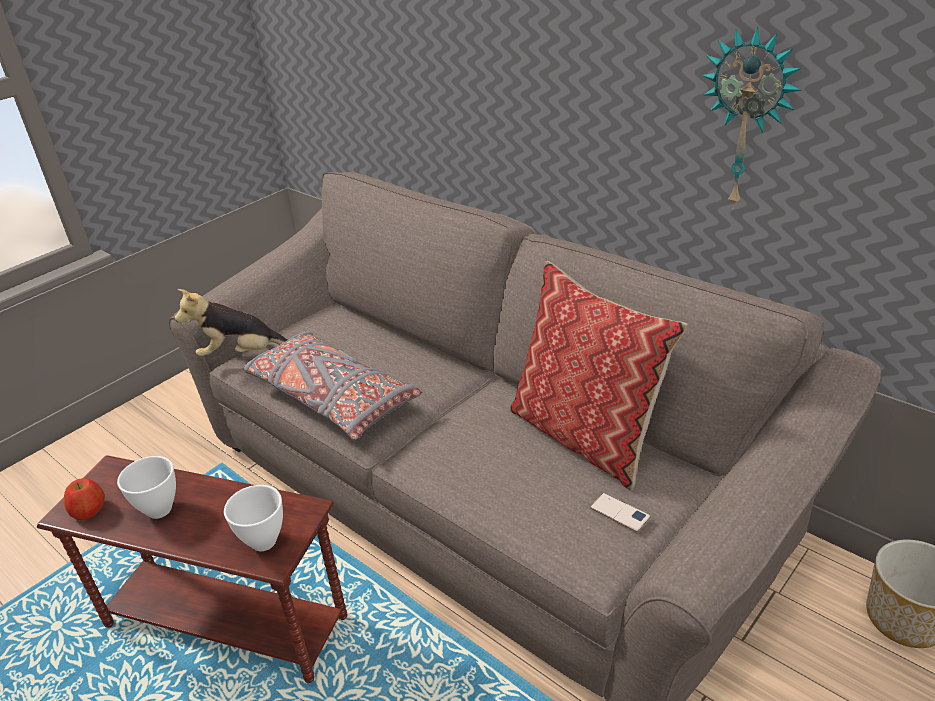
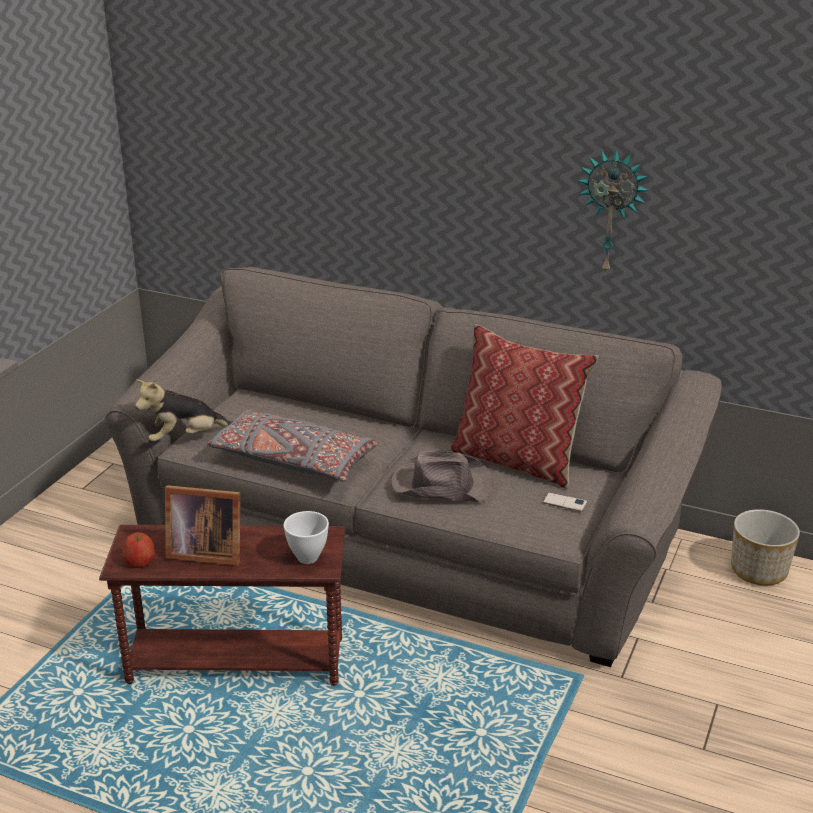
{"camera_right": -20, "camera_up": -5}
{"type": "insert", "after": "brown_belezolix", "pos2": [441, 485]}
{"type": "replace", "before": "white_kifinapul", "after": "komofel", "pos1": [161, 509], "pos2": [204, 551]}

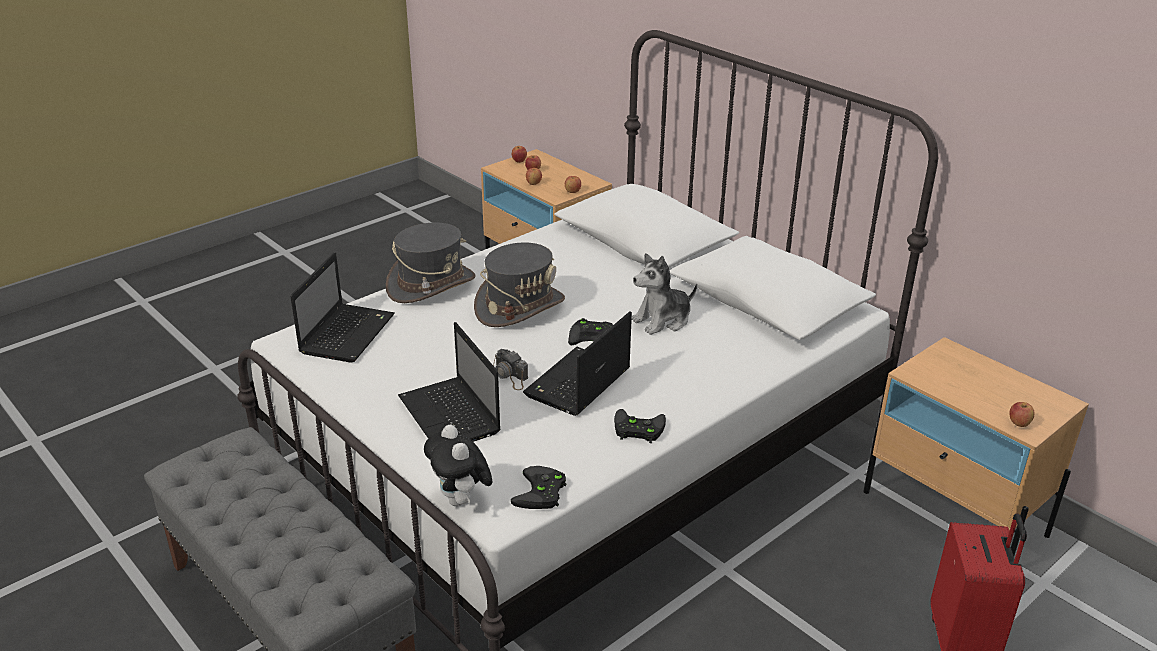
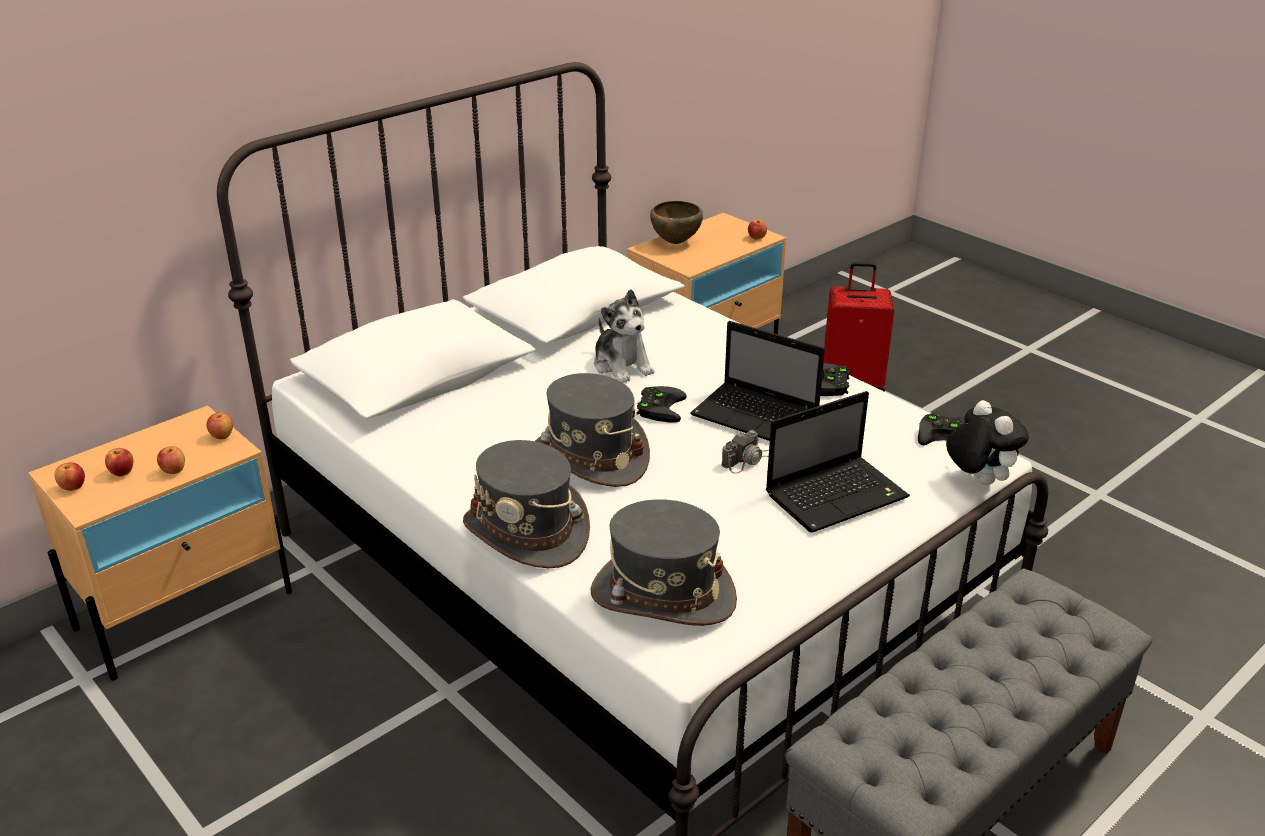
{"camera_right": -90, "camera_up": 0}
{"type": "insert", "after": "brown_kifinapul", "pos2": [675, 242]}
{"type": "replace", "before": "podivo", "after": "grey_belezolix", "pos1": [347, 333], "pos2": [662, 596]}
{"type": "rotate", "before": "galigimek", "pos1": [461, 501], "pos2": [978, 480], "turn": -90}

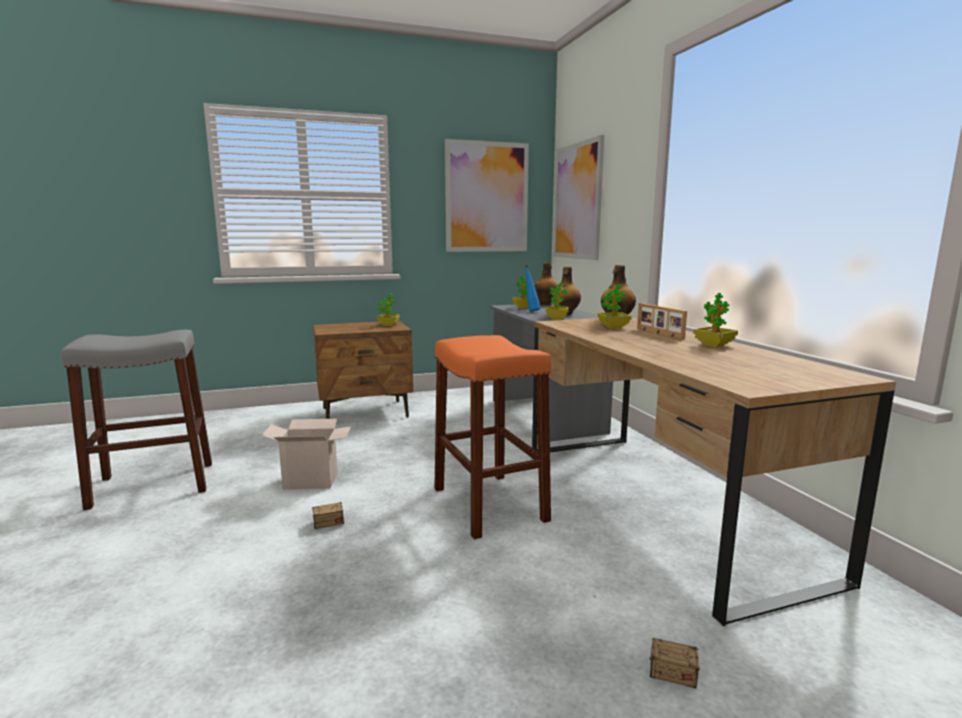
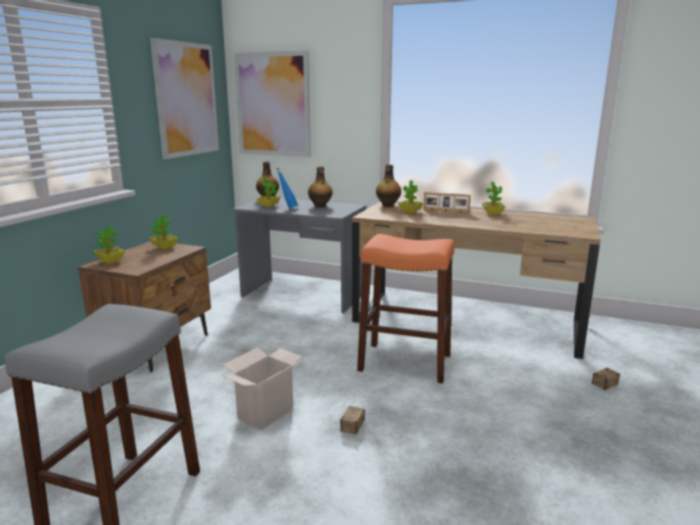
{"camera_right": -50, "camera_up": 5}
{"type": "move", "before": "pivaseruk", "pos1": [556, 318], "pos2": [110, 261]}

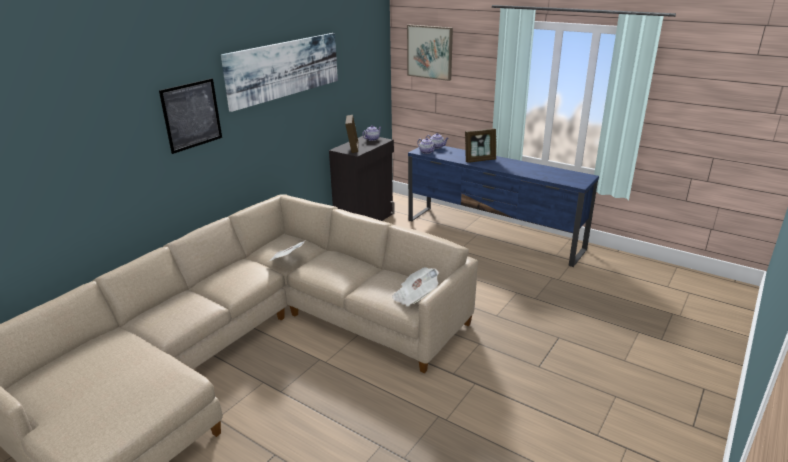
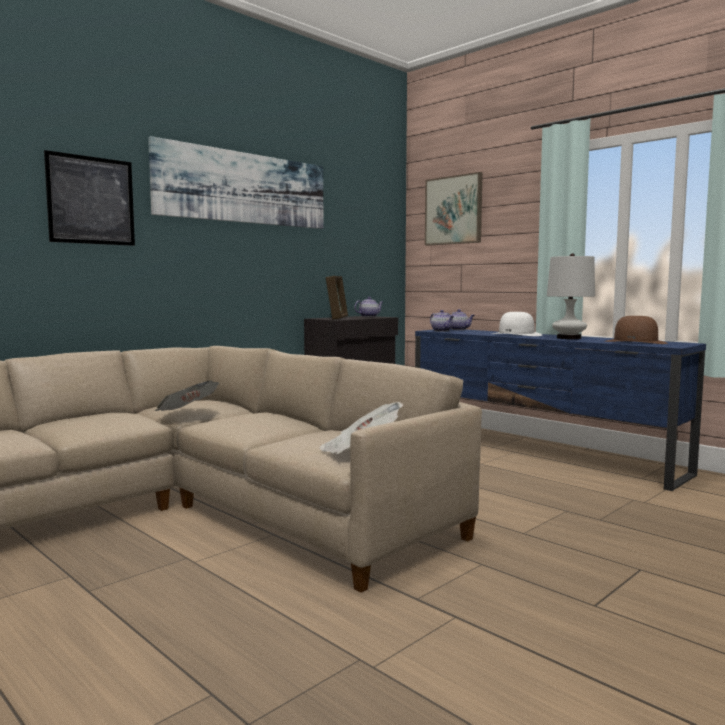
{"camera_right": 10, "camera_up": -20}
{"type": "insert", "after": "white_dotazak", "pos2": [569, 338]}
{"type": "insert", "after": "brown_belezolix", "pos2": [636, 342]}
{"type": "replace", "before": "komofel", "after": "white_belezolix", "pos1": [480, 160], "pos2": [516, 334]}

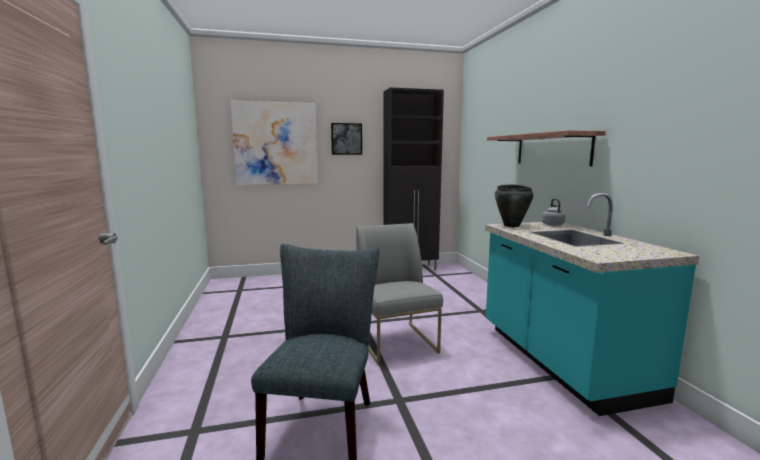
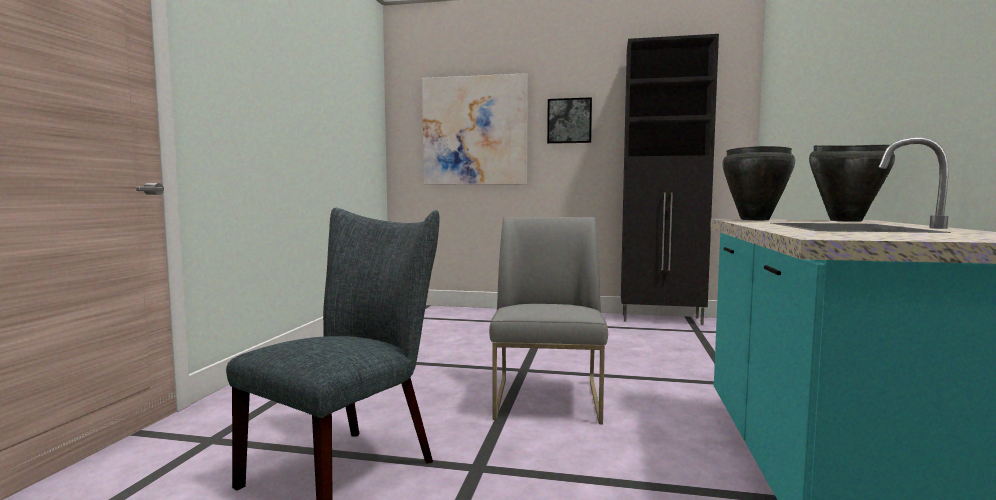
{"camera_right": 25, "camera_up": -5}
{"type": "delete", "before": "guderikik", "pos1": [552, 149]}
{"type": "replace", "before": "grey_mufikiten", "after": "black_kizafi", "pos1": [552, 224], "pos2": [845, 220]}

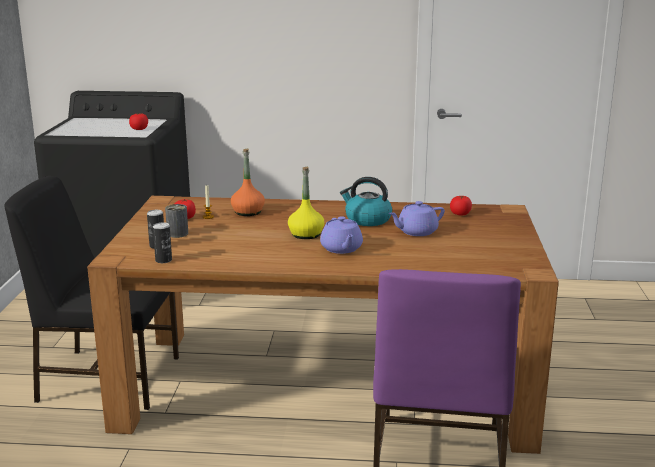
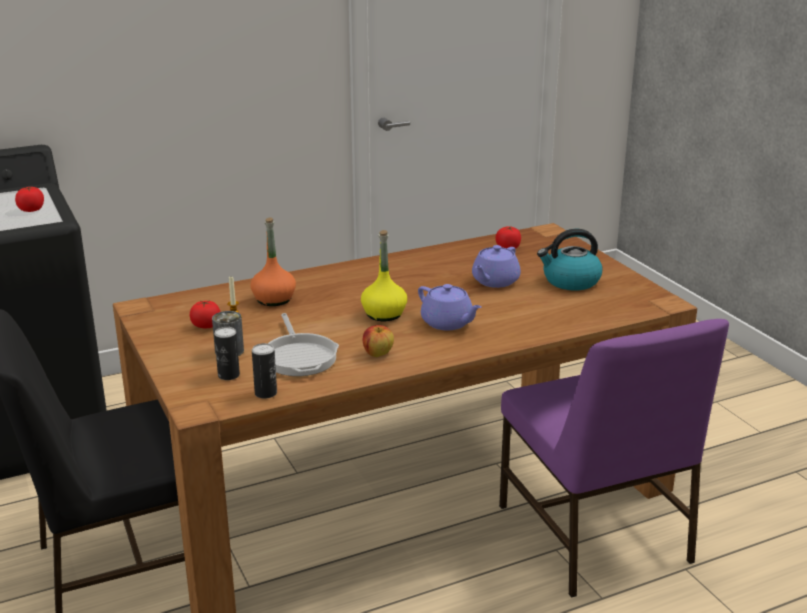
{"camera_right": -30, "camera_up": 5}
{"type": "insert", "after": "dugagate", "pos2": [299, 356]}
{"type": "insert", "after": "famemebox", "pos2": [378, 354]}
{"type": "move", "before": "mufikiten", "pos1": [367, 220], "pos2": [570, 281]}

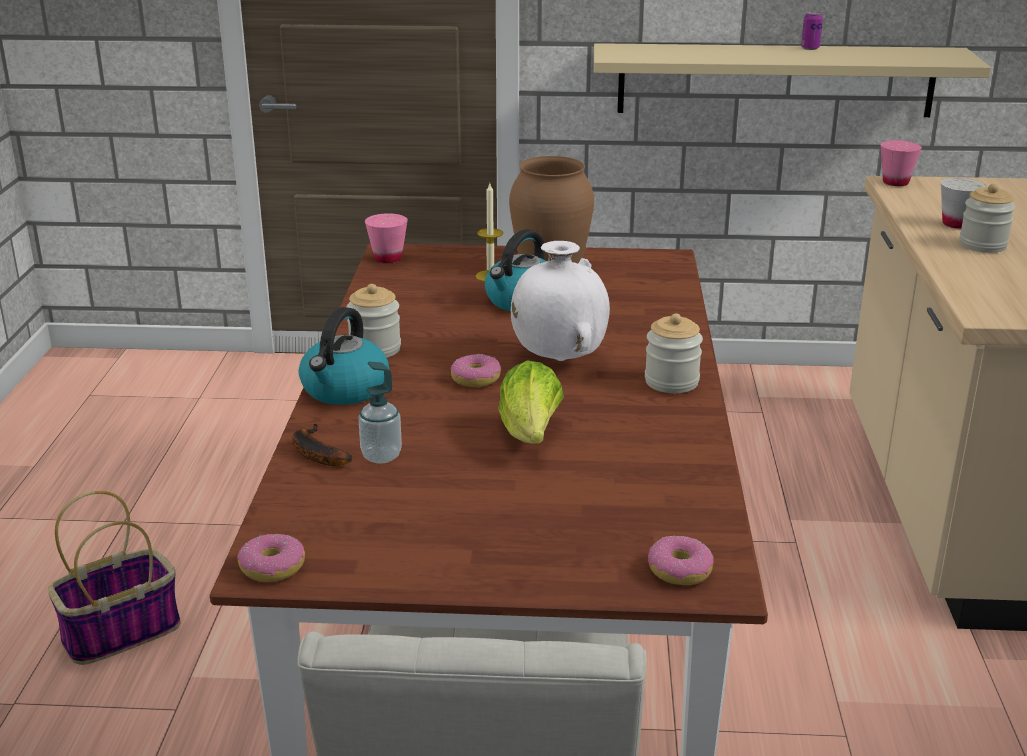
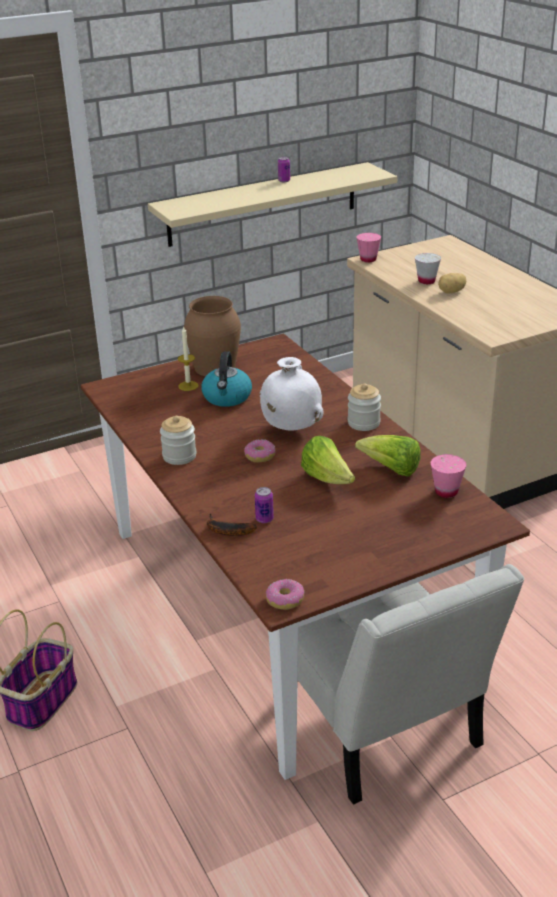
{"camera_right": -30, "camera_up": 5}
{"type": "delete", "before": "mufikiten", "pos1": [344, 390]}
{"type": "delete", "before": "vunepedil", "pos1": [679, 570]}
{"type": "insert", "after": "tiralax", "pos2": [391, 469]}
{"type": "move", "before": "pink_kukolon", "pos1": [388, 259], "pos2": [446, 492]}
{"type": "replace", "before": "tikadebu", "after": "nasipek", "pos1": [381, 456], "pos2": [264, 519]}
{"type": "replace", "before": "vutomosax", "after": "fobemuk", "pos1": [982, 245], "pos2": [452, 292]}

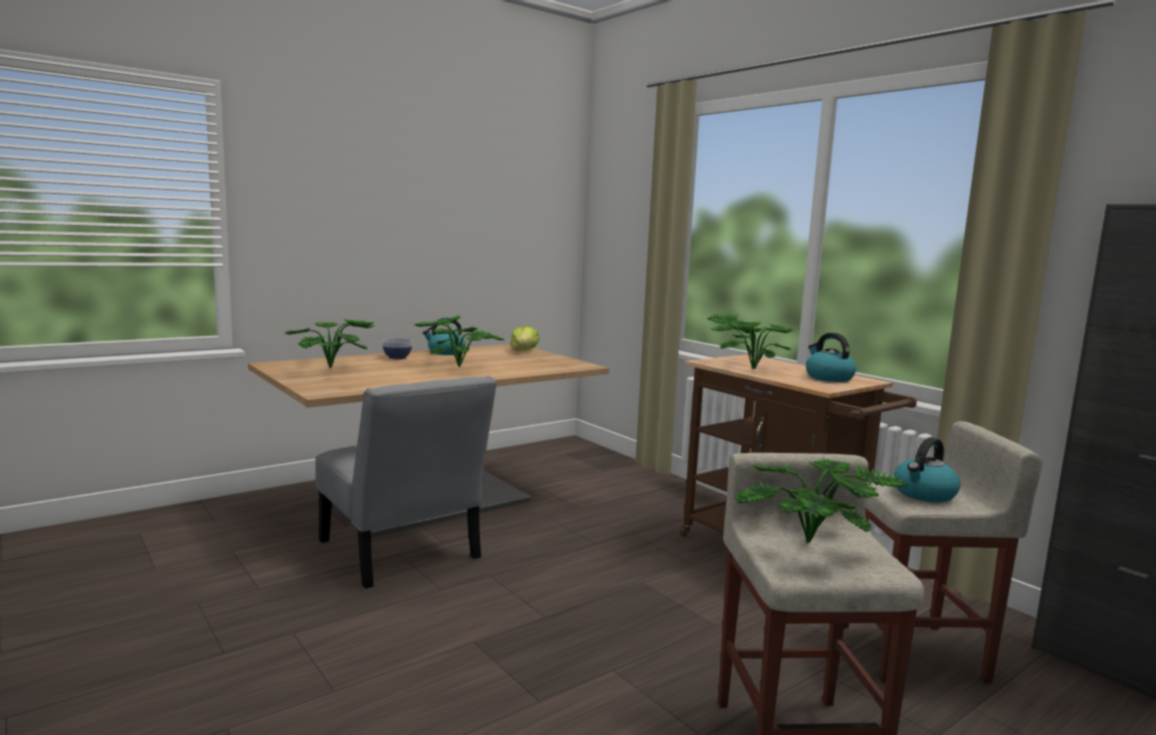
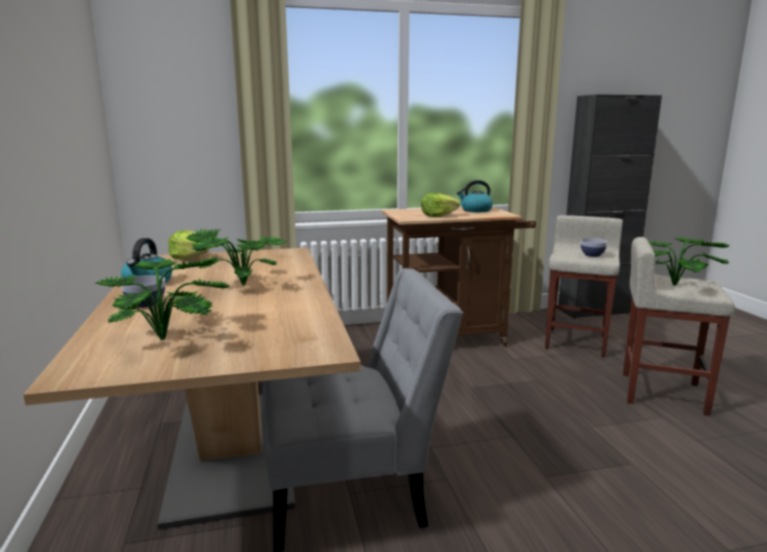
{"camera_right": -65, "camera_up": 5}
{"type": "replace", "before": "pivaseruk", "after": "tiralax", "pos1": [747, 368], "pos2": [438, 216]}
{"type": "replace", "before": "mufikiten", "after": "kifinapul", "pos1": [924, 494], "pos2": [592, 255]}

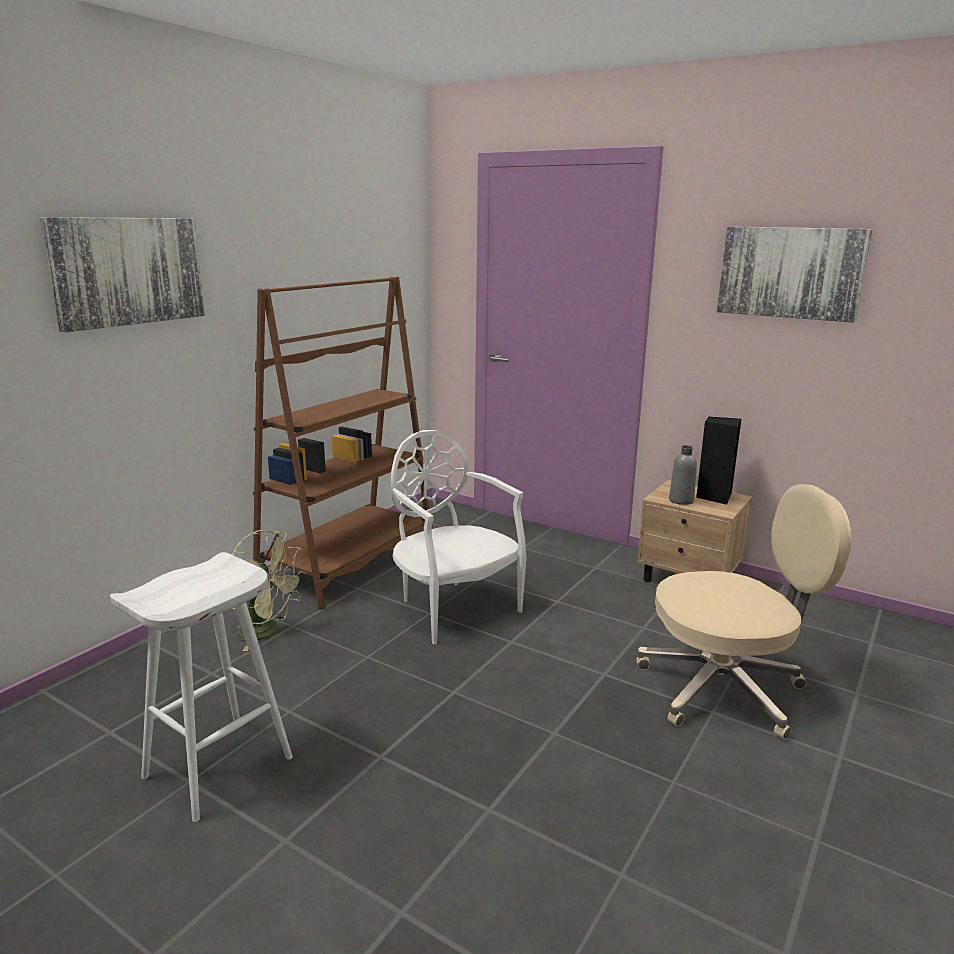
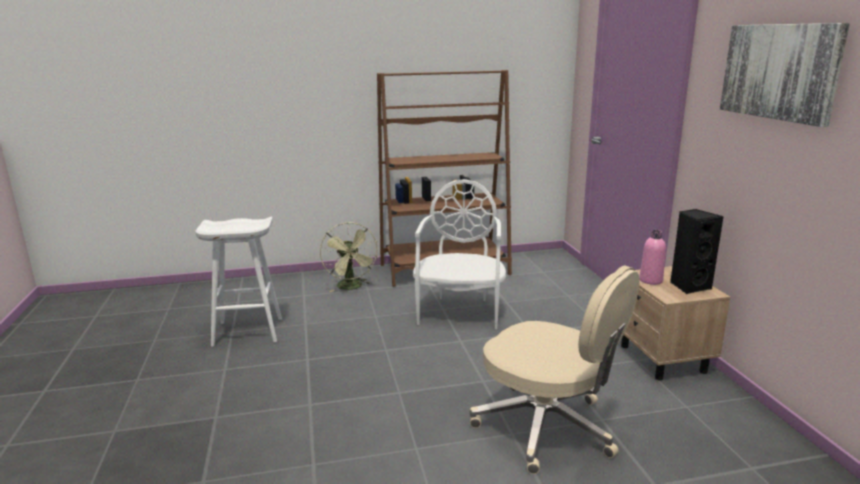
{"camera_right": 45, "camera_up": 0}
{"type": "delete", "before": "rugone", "pos1": [127, 271]}
{"type": "recolor", "before": "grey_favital", "after": "pink_favital", "pos1": [681, 500], "pos2": [650, 280]}

